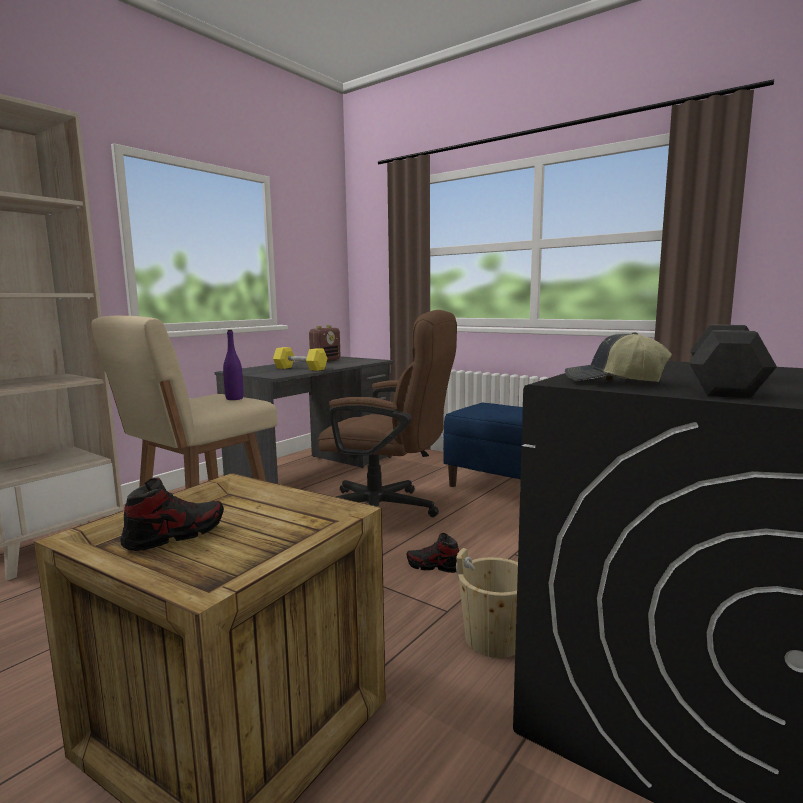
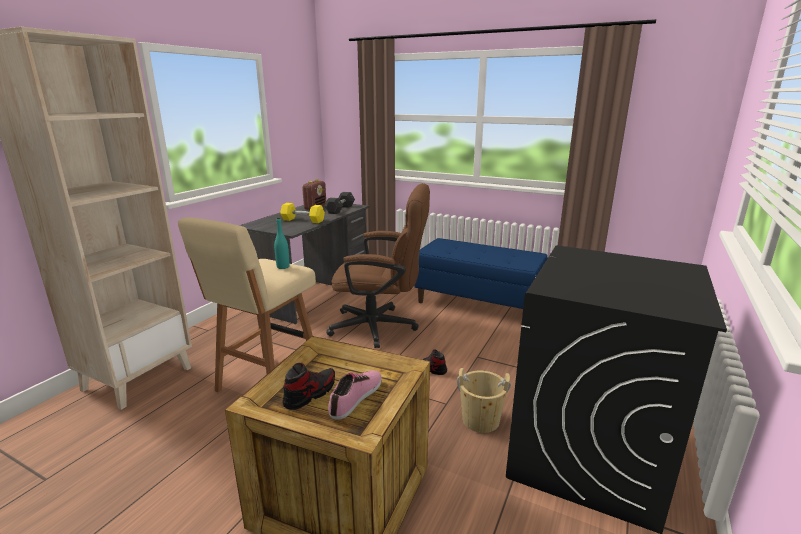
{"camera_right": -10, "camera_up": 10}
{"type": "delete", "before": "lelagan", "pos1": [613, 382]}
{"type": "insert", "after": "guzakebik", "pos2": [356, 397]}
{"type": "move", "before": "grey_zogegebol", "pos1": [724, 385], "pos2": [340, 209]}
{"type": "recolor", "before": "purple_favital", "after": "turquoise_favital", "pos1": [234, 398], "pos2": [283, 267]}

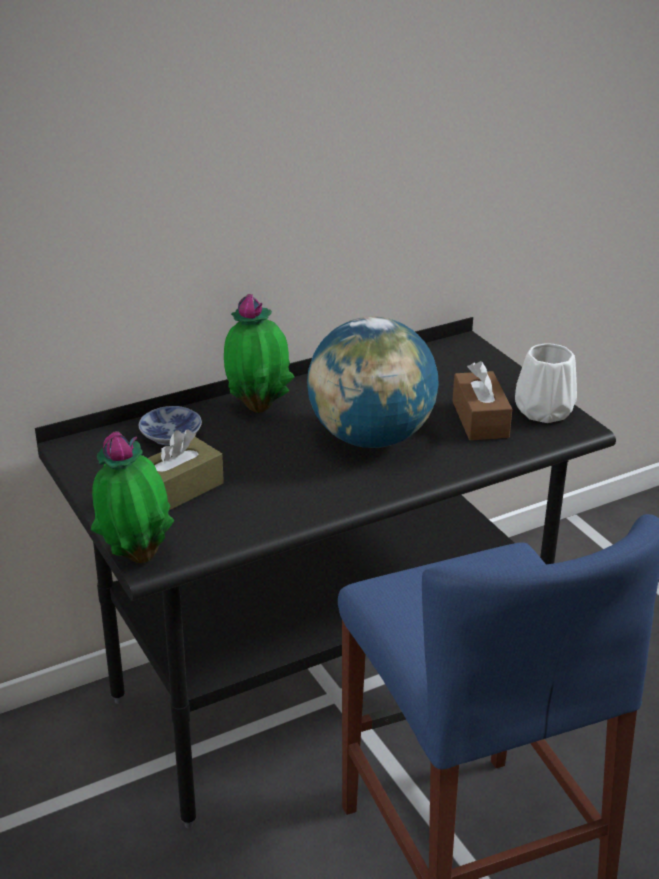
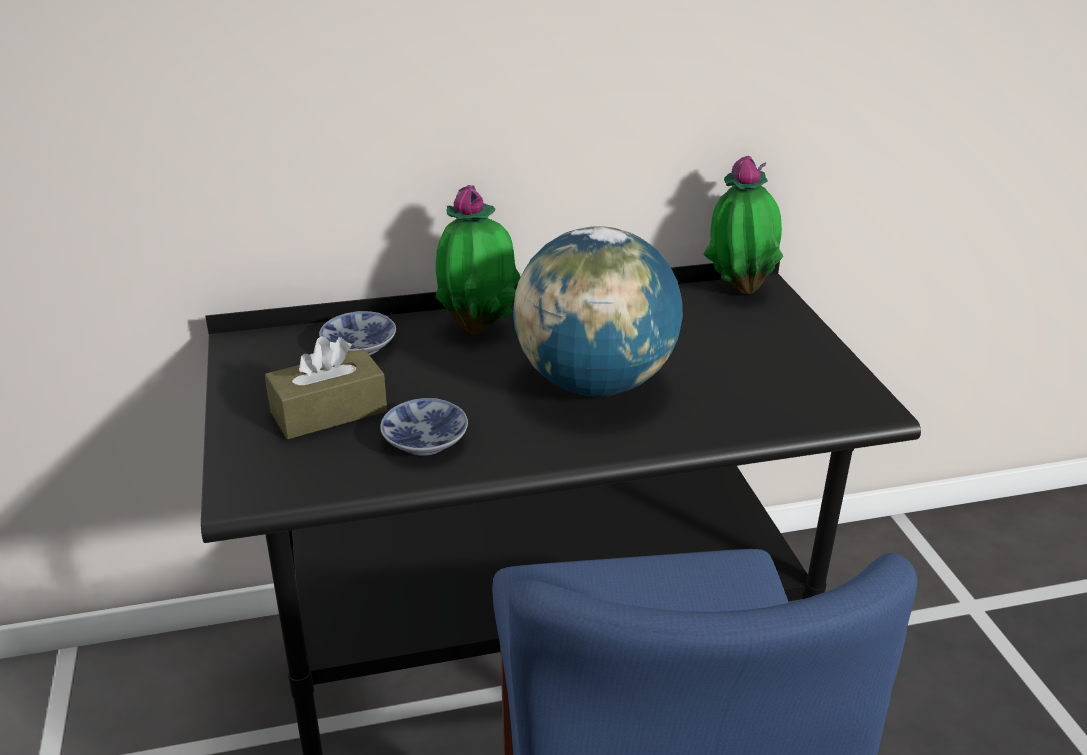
{"camera_right": 15, "camera_up": 0}
{"type": "delete", "before": "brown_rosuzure", "pos1": [480, 419]}
{"type": "delete", "before": "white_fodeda", "pos1": [542, 410]}
{"type": "insert", "after": "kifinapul", "pos2": [424, 439]}
{"type": "move", "before": "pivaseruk", "pos1": [136, 556], "pos2": [739, 289]}

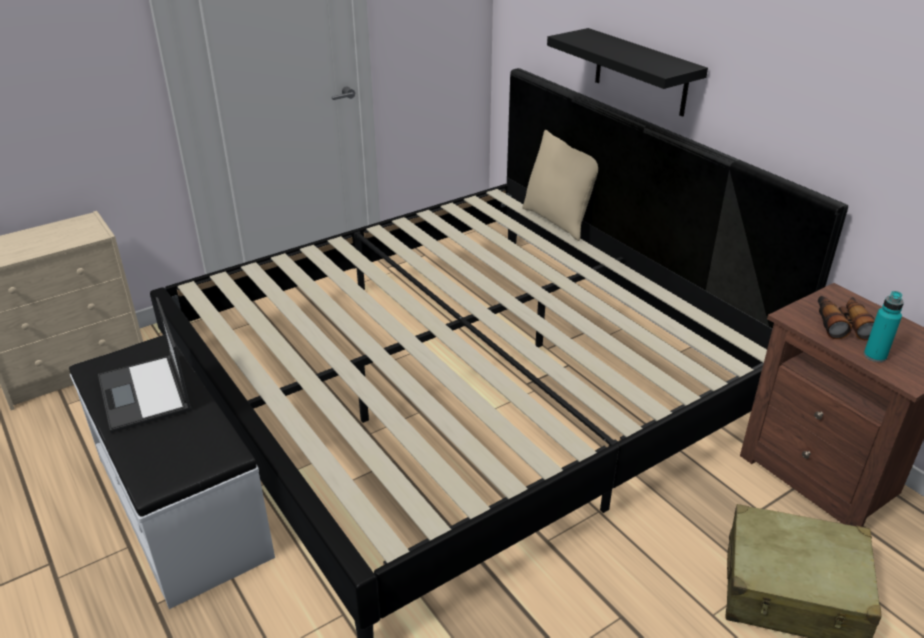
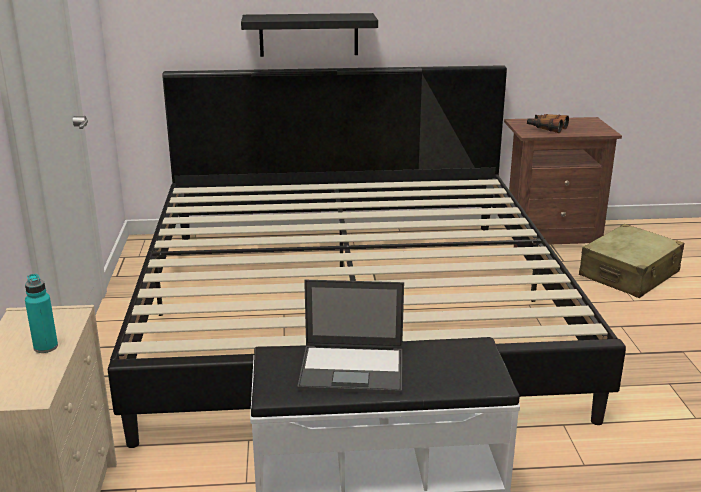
{"camera_right": -60, "camera_up": -10}
{"type": "delete", "before": "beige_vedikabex", "pos1": [559, 221]}
{"type": "move", "before": "turquoise_favital", "pos1": [875, 356], "pos2": [45, 347]}

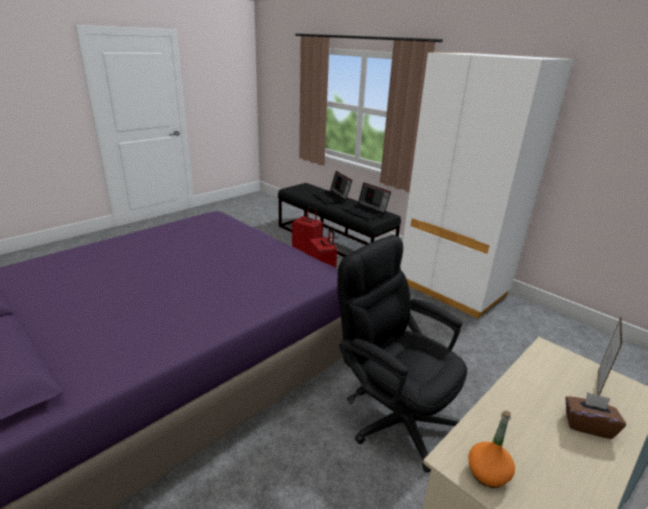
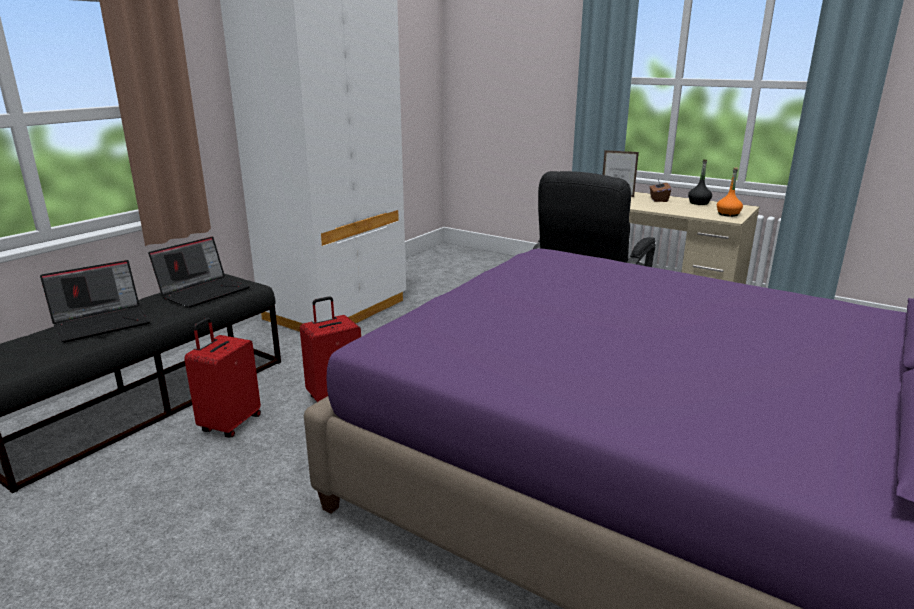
{"camera_right": -100, "camera_up": -5}
{"type": "insert", "after": "black_favital", "pos2": [698, 203]}

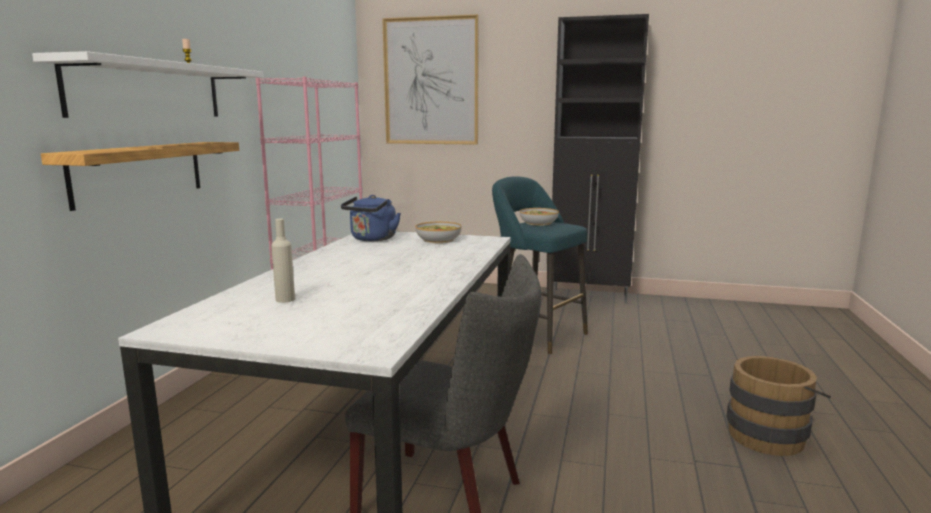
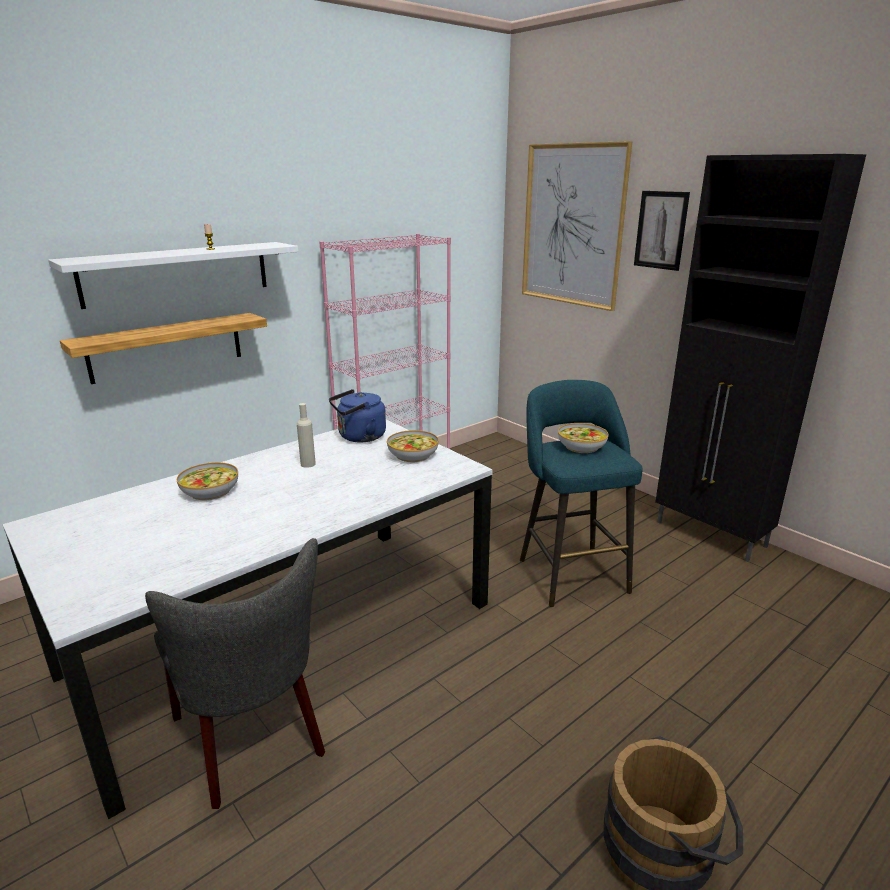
{"camera_right": 35, "camera_up": 10}
{"type": "insert", "after": "kifinapul", "pos2": [209, 491]}
{"type": "insert", "after": "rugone", "pos2": [661, 230]}
{"type": "move", "before": "beige_favital", "pos1": [285, 299], "pos2": [308, 464]}

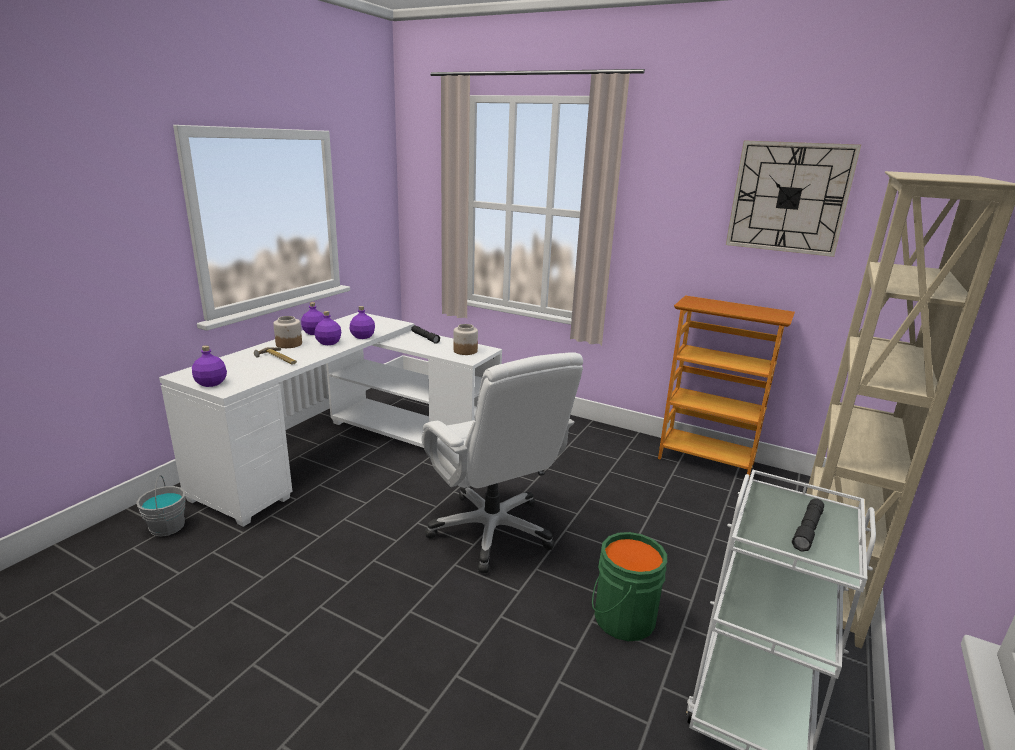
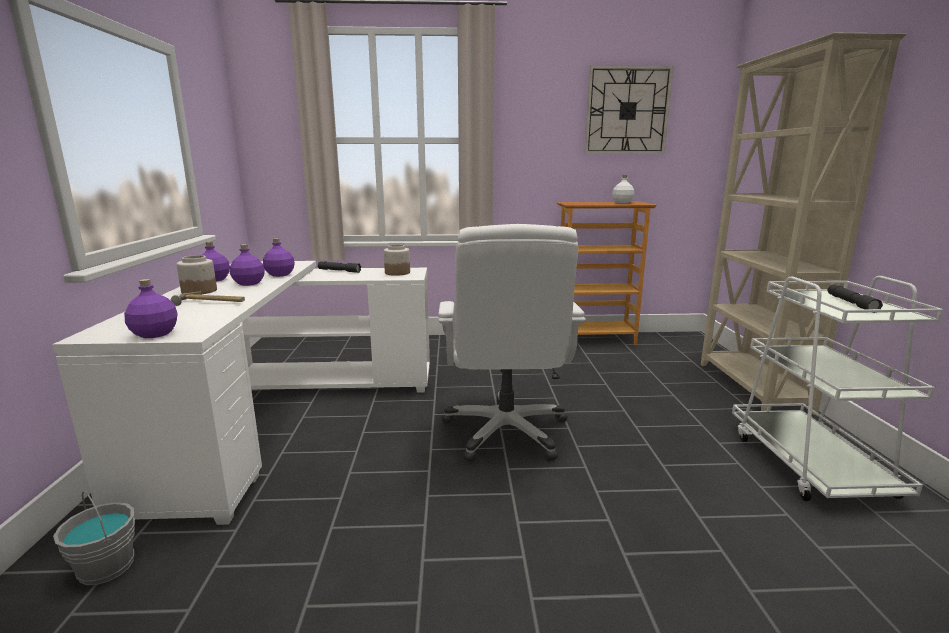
{"camera_right": -30, "camera_up": -5}
{"type": "delete", "before": "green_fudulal", "pos1": [621, 617]}
{"type": "insert", "after": "white_favital", "pos2": [622, 202]}
{"type": "rotate", "before": "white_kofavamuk", "pos1": [492, 531], "pos2": [506, 432], "turn": 60}

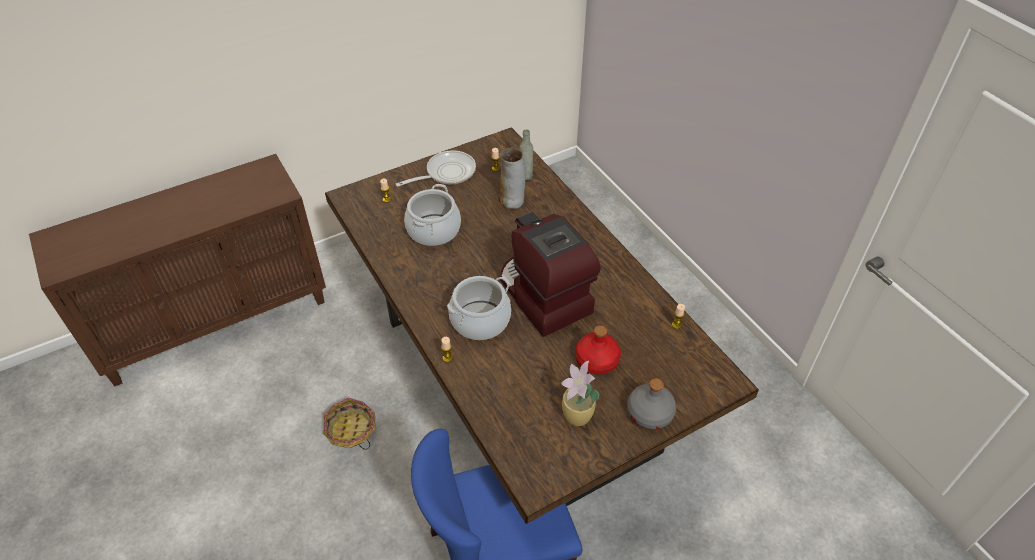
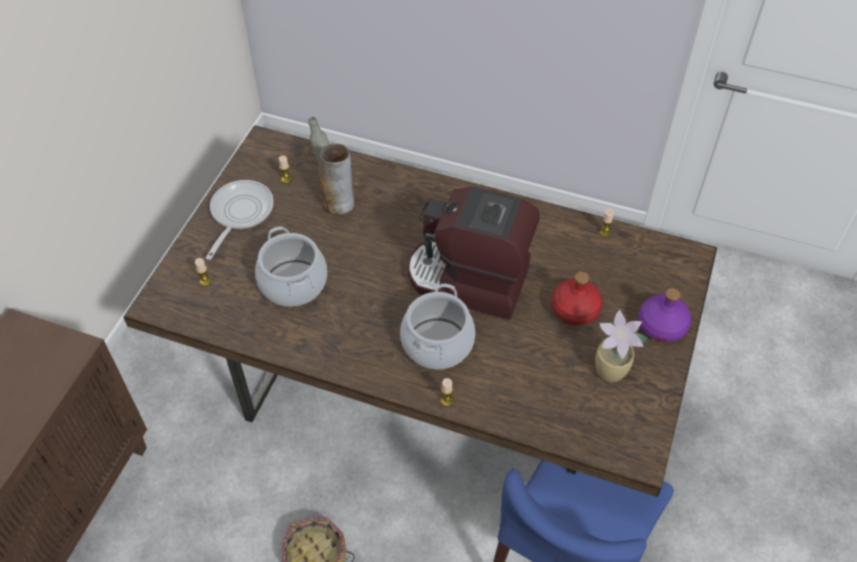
{"camera_right": -40, "camera_up": 5}
{"type": "recolor", "before": "grey_favital", "after": "purple_favital", "pos1": [650, 413], "pos2": [662, 326]}

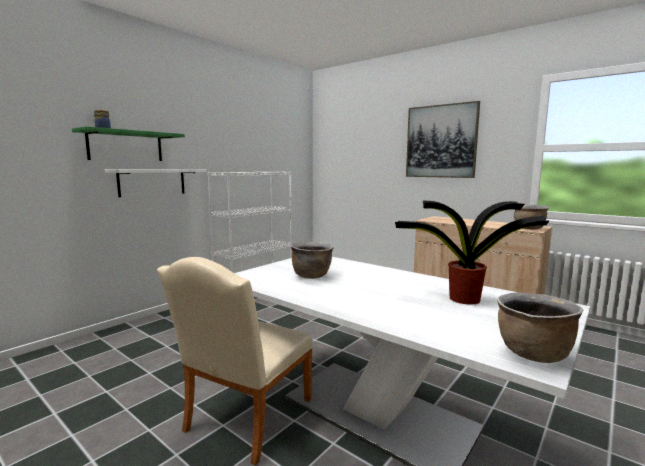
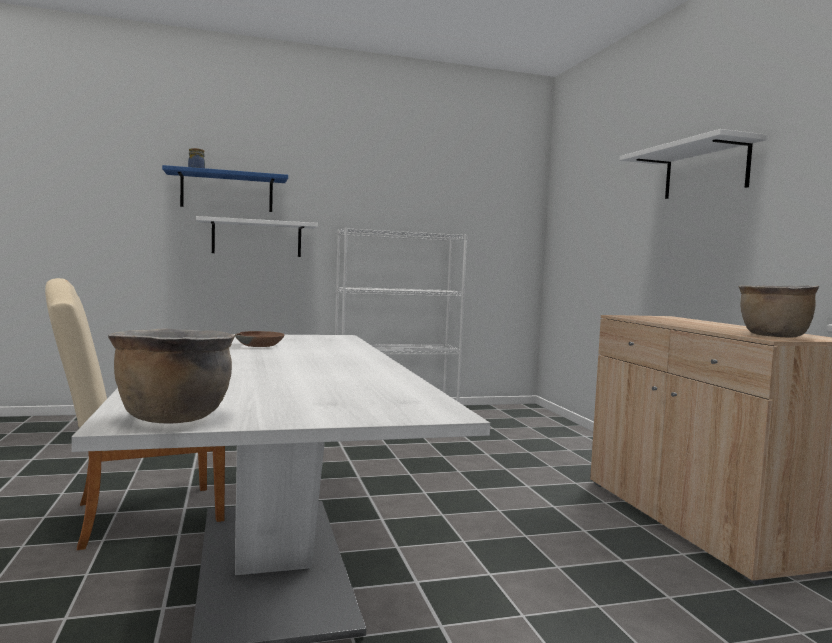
{"camera_right": 35, "camera_up": -5}
{"type": "delete", "before": "pivaseruk", "pos1": [462, 299]}
{"type": "replace", "before": "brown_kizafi", "after": "brown_kifinapul", "pos1": [311, 276], "pos2": [260, 345]}
{"type": "replace", "before": "rugone", "after": "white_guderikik", "pos1": [441, 141], "pos2": [705, 171]}
{"type": "recolor", "before": "green_guderikik", "after": "blue_guderikik", "pos1": [126, 146], "pos2": [227, 192]}

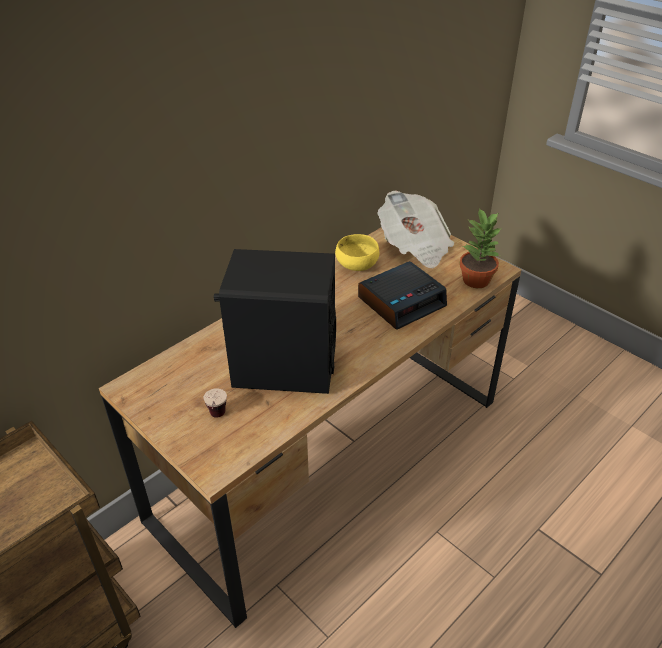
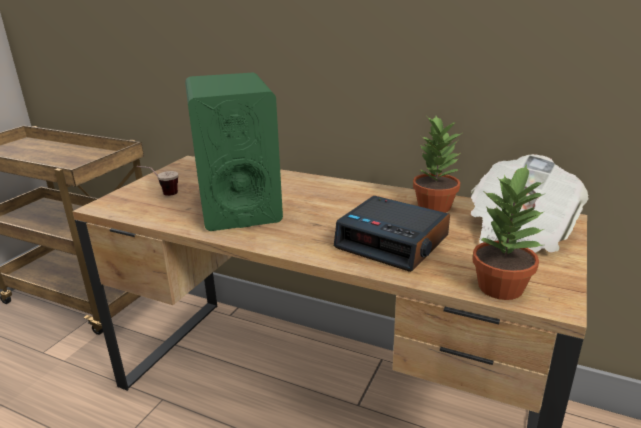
{"camera_right": 70, "camera_up": -15}
{"type": "replace", "before": "yellow_kifinapul", "after": "pivaseruk", "pos1": [356, 265], "pos2": [433, 206]}
{"type": "recolor", "before": "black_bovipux", "after": "green_bovipux", "pos1": [284, 367], "pos2": [238, 205]}

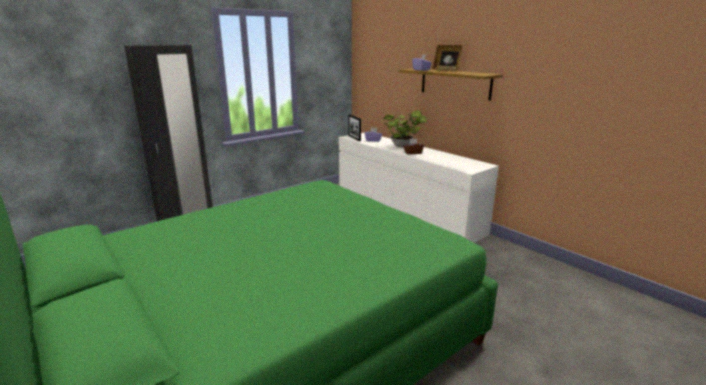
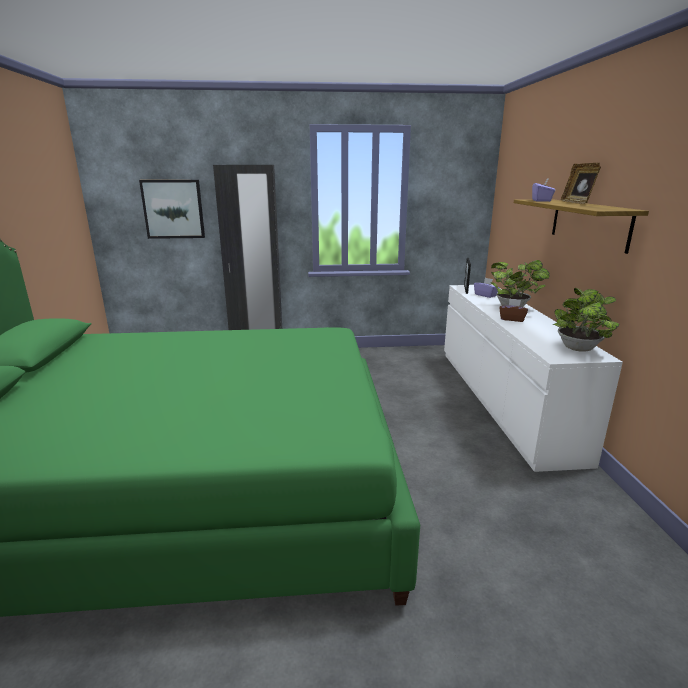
{"camera_right": 35, "camera_up": 0}
{"type": "insert", "after": "rugone", "pos2": [173, 209]}
{"type": "insert", "after": "pivaseruk", "pos2": [578, 349]}

